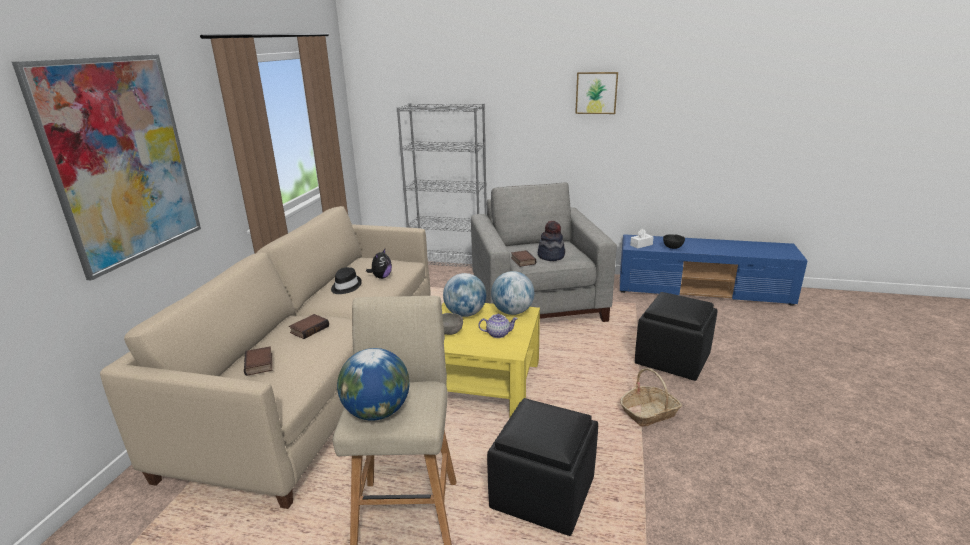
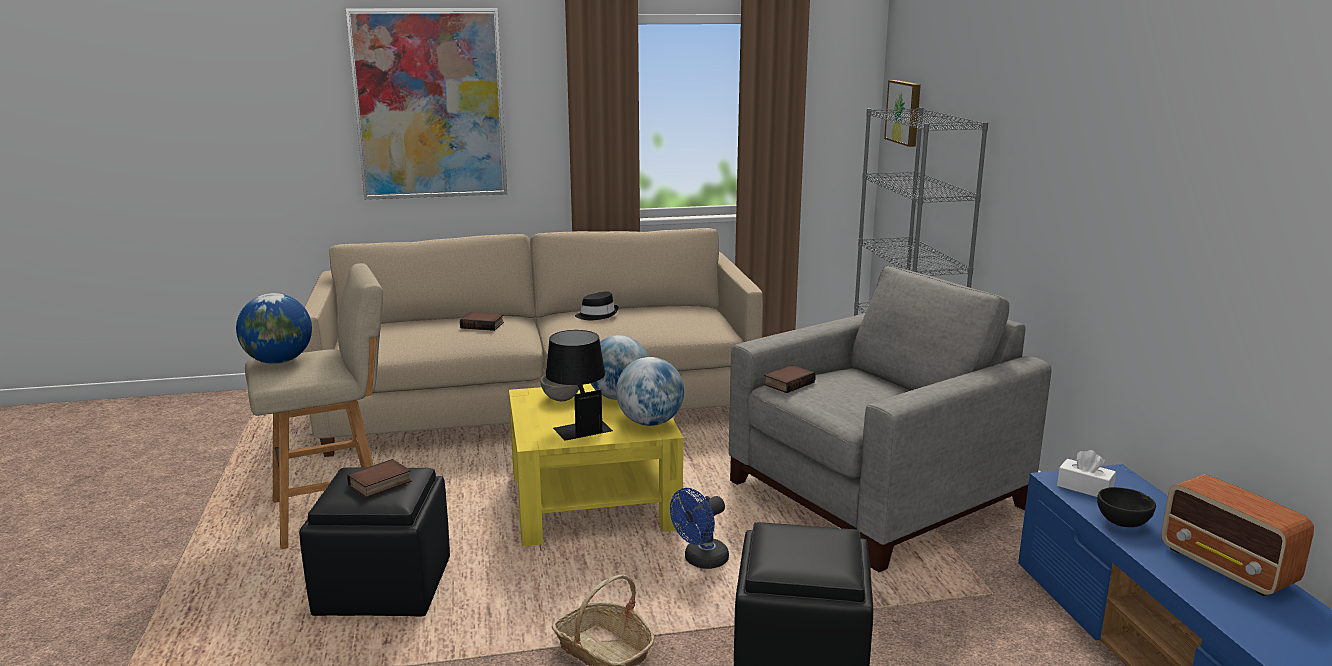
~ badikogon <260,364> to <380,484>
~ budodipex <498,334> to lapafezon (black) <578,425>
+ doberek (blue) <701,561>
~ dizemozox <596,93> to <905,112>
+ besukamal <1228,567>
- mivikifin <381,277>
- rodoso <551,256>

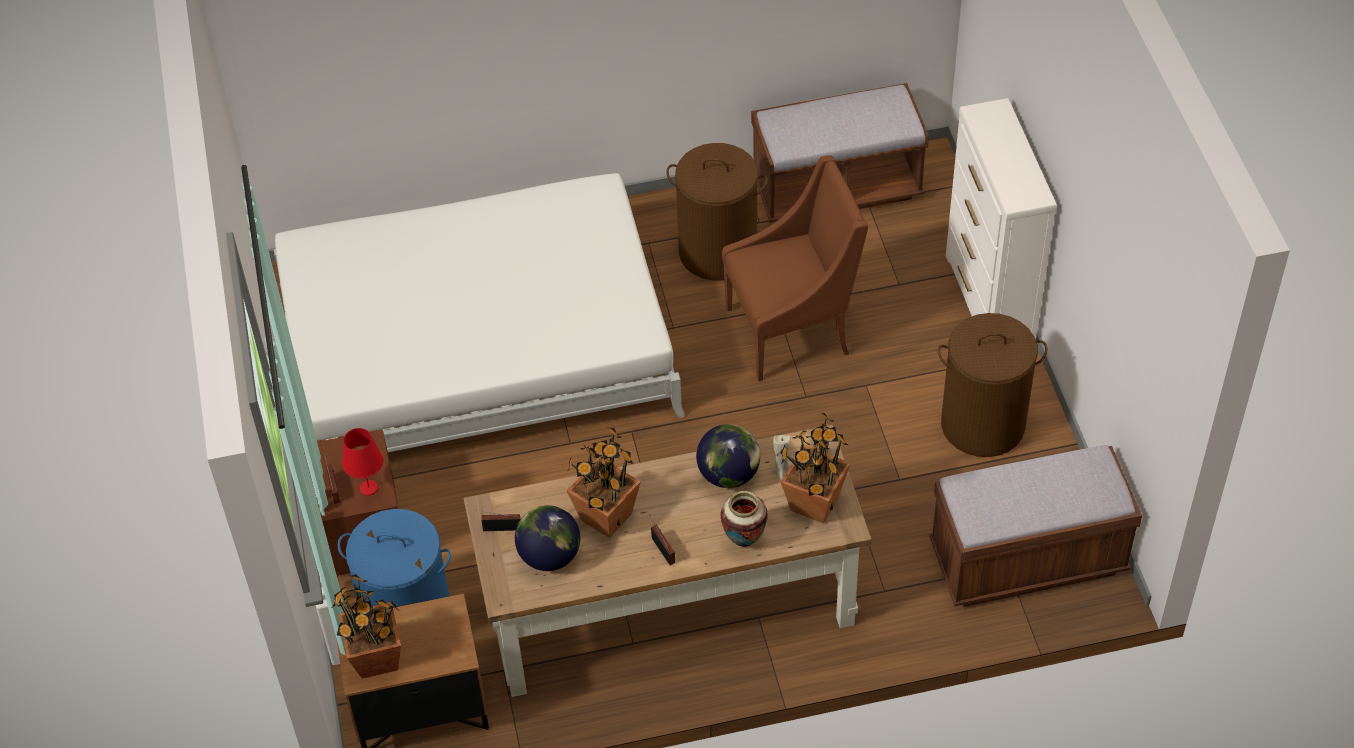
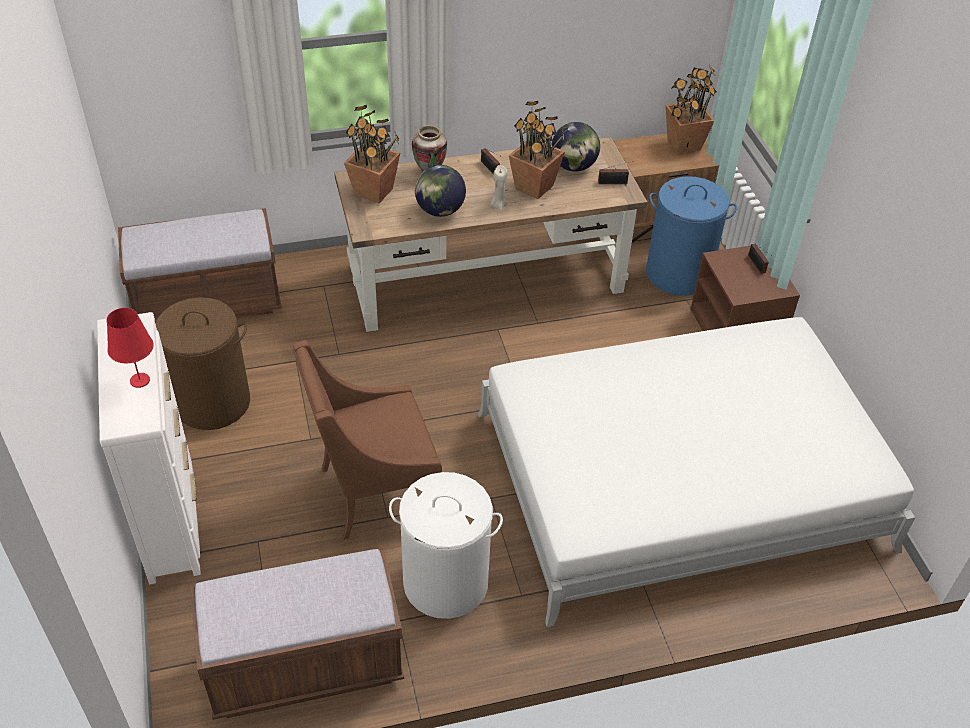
~ lapafezon (red) <368,488> to <140,380>
~ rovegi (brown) <718,252> to rovegi (white) <445,583>
~ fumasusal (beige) <782,471> to <498,205>

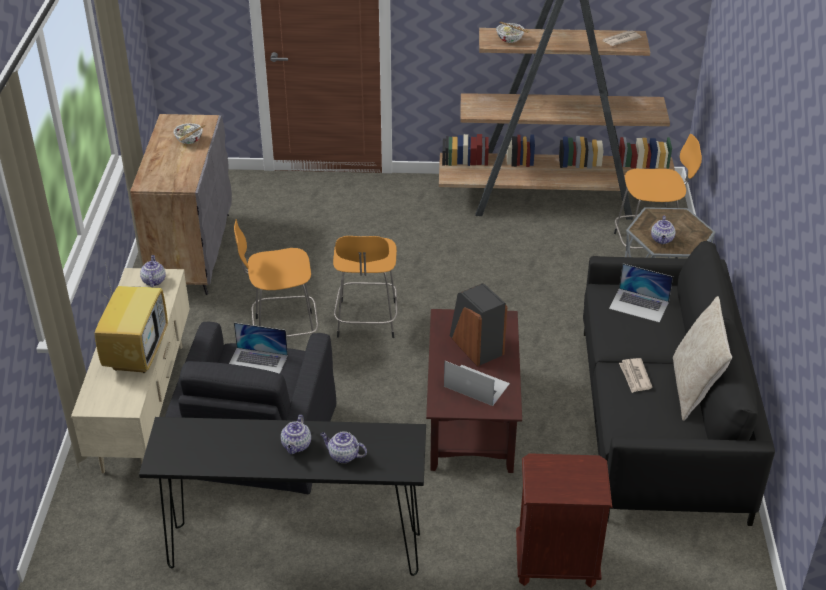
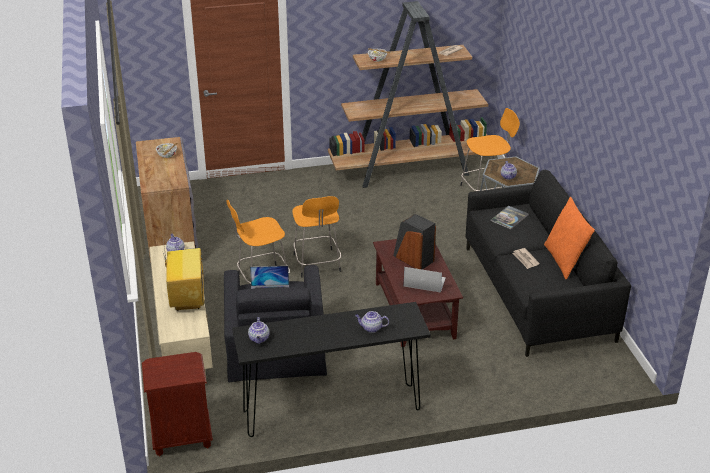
~ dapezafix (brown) <555,564> to <182,438>
~ budodipex <296,446> to <259,339>
~ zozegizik <639,305> to badikogon <509,218>
~ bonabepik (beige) <694,389> to bonabepik (orange) <565,260>

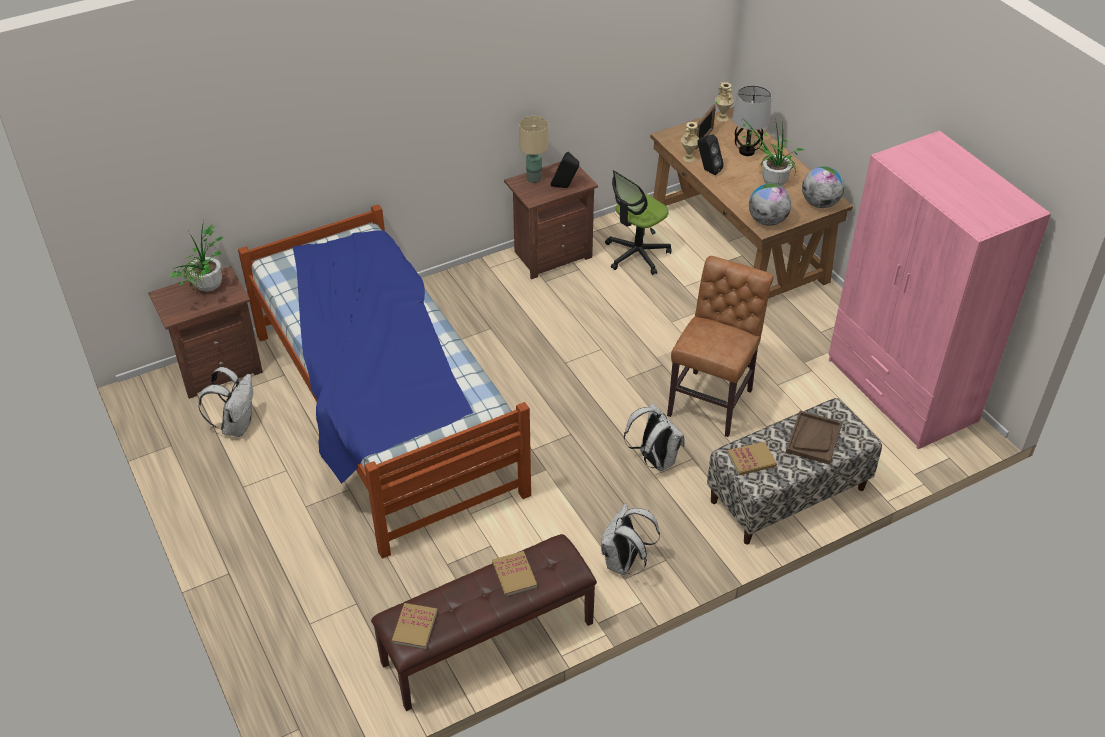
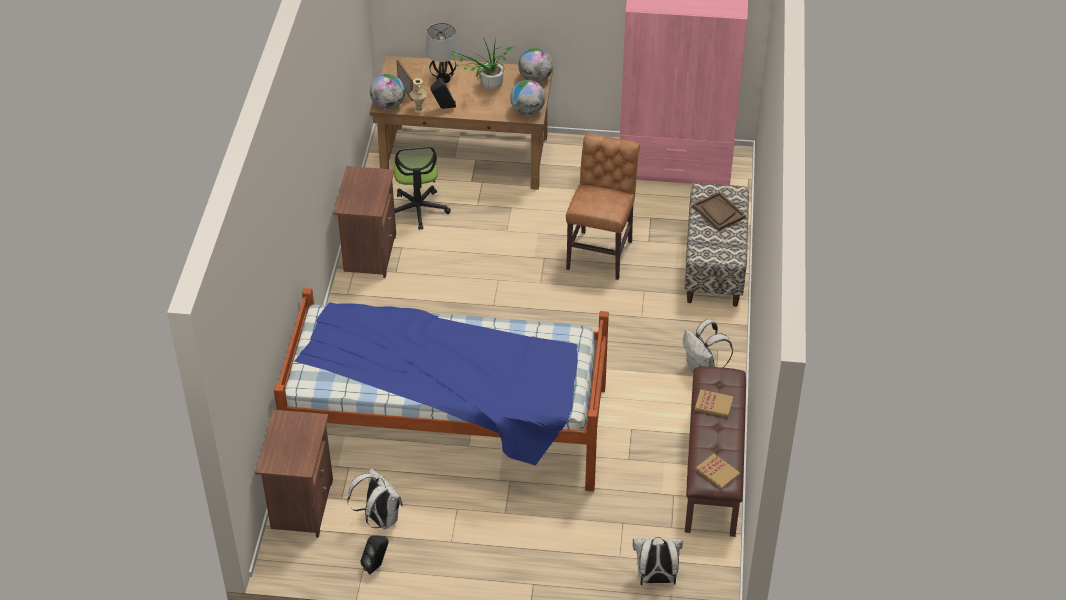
~ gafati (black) <565,187> to <377,566>
+ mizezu <388,105>
~ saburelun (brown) <712,400> = <601,252> 45 degrees clockwise
~ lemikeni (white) <654,460> to <656,579>
- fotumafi <207,291>
- lapafezon (beige) <534,178>
- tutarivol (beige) <722,117>
- badikogon <751,460>

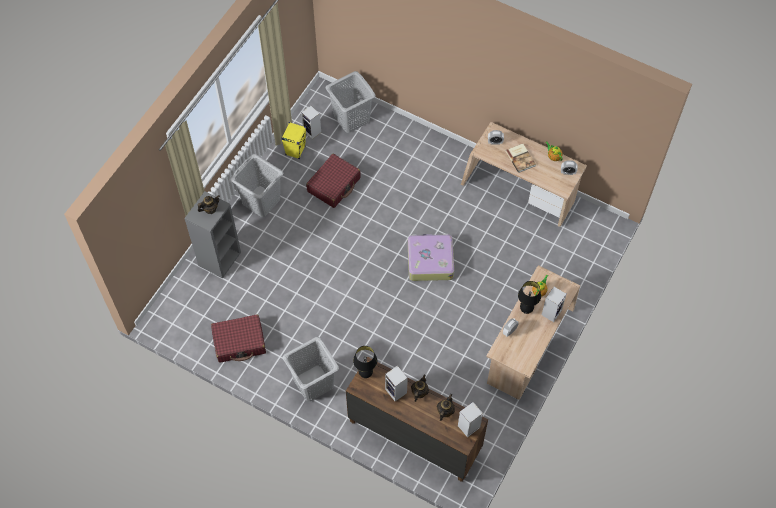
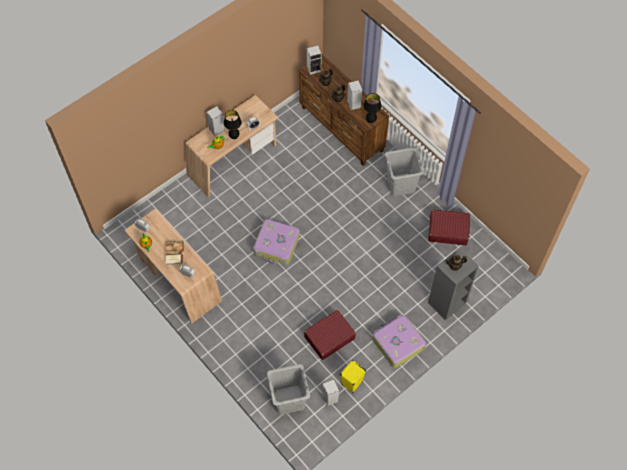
~ rovegi (grey) <261,201> to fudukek <397,343>

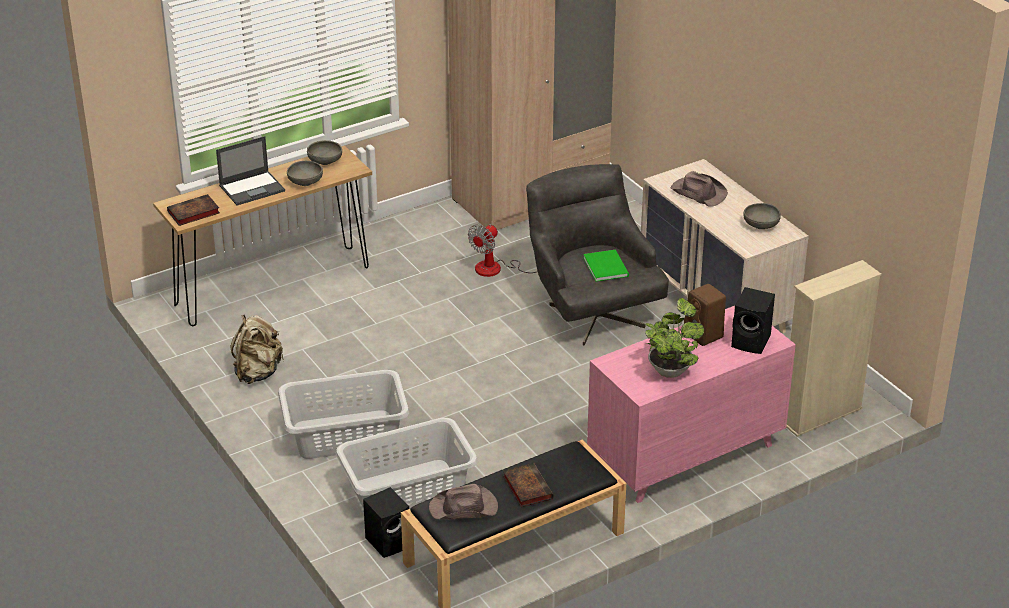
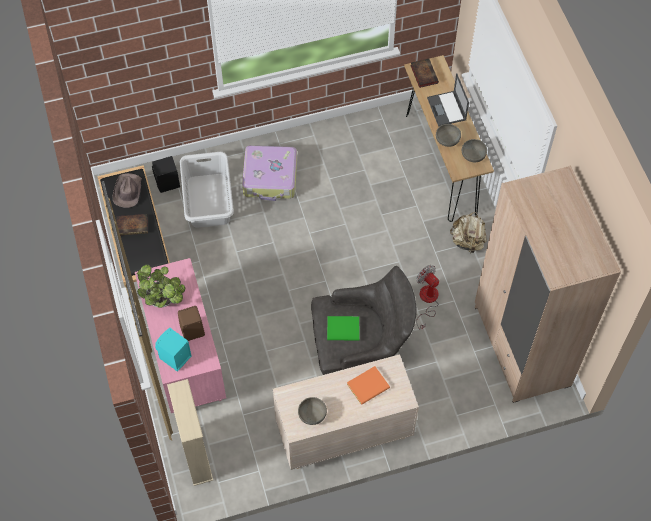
~ gafati (black) <752,342> to gafati (turquoise) <174,358>
~ rovegi (grey) <344,434> to fudukek <270,178>
~ rodoso (brown) <698,192> to badikogon (orange) <369,386>
~ lemikeni (beige) <257,373> to <468,241>

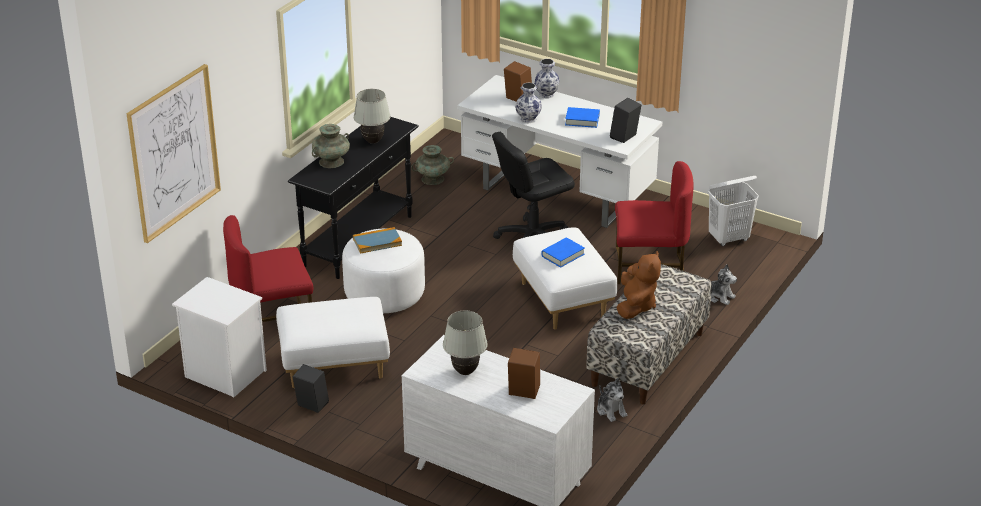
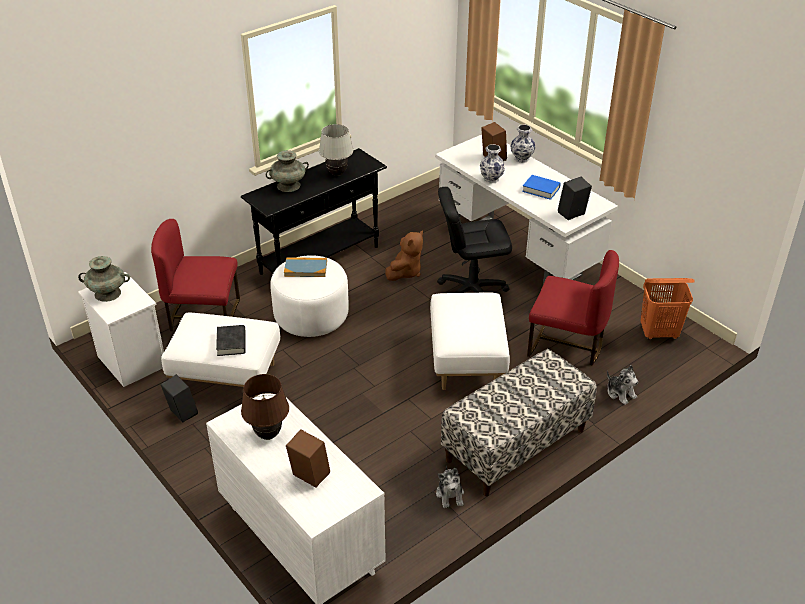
~ tutarivol (turquoise) <433,179> to <108,293>
+ badikogon (black) <231,343>
~ lapafezon (white) <465,372> to lapafezon (brown) <268,435>
~ mivikifin (brown) <636,306> to <405,272>
~ rovegi (white) <729,239> to rovegi (orange) <659,333>
- dizemozox <174,153>
- badikogon (blue) <562,255>

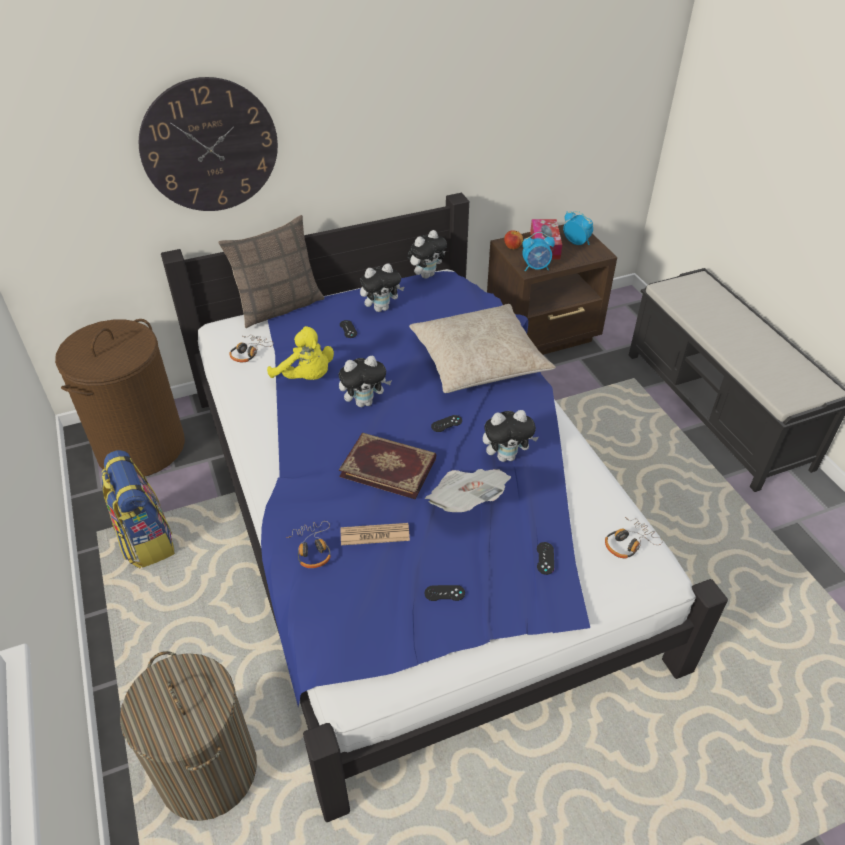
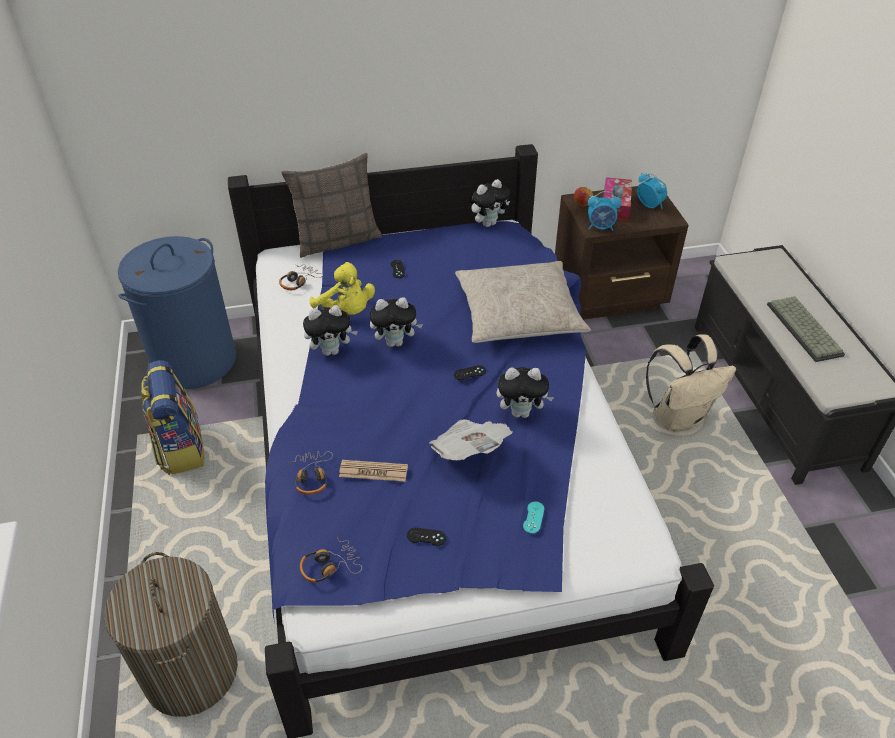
~ rovegi (brown) <141,447> to rovegi (blue) <194,360>
~ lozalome <628,543> to <329,566>
~ mivikifin <381,308> to <332,350>
~ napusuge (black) <545,558> to napusuge (turquoise) <533,517>
+ lemikeni (beige) <678,417>
+ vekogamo <806,330>
- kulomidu <209,146>
- badikogon <388,466>

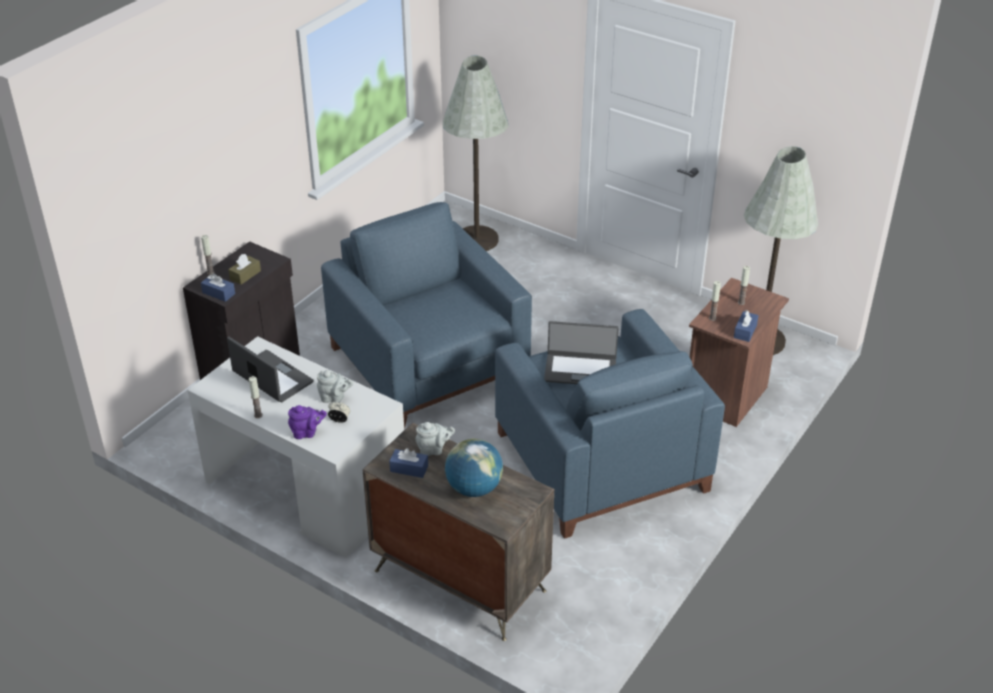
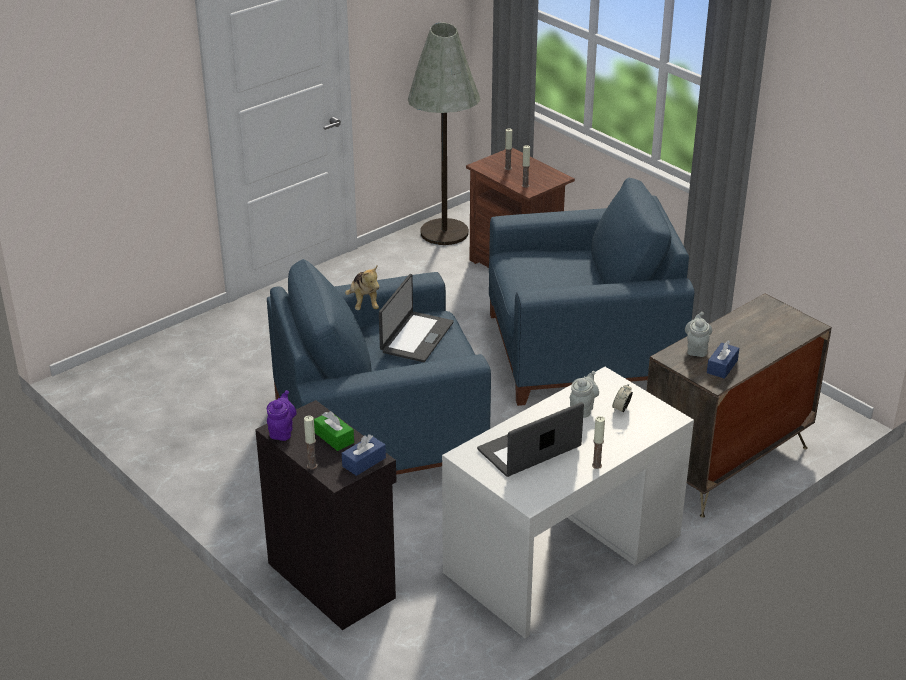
~ budodipex (purple) <307,433> to <282,431>
~ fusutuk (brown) <245,275> to fusutuk (green) <334,437>
+ mivikifin <364,303>
~ zozegizik <580,370> to <416,337>
- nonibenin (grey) <476,240>
- mizezu <474,488>
- fusutuk (blue) <745,331>

